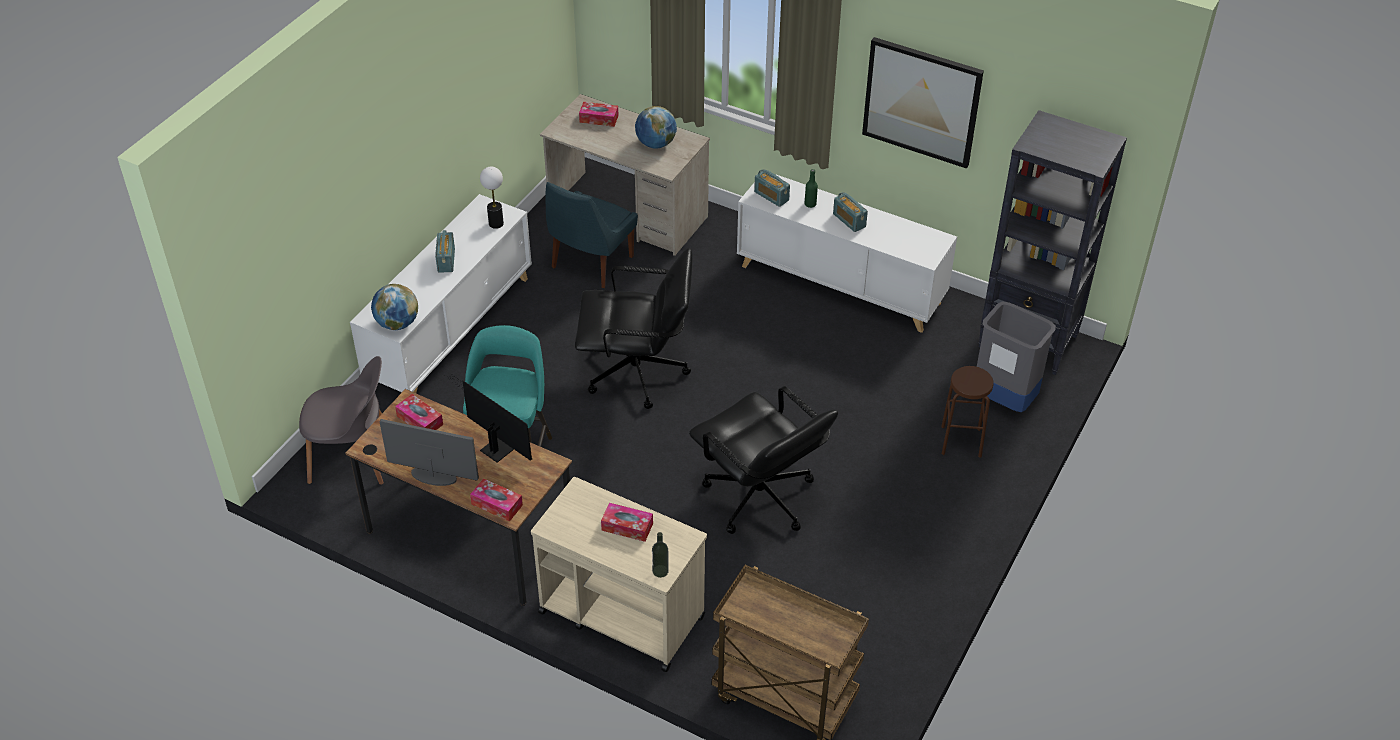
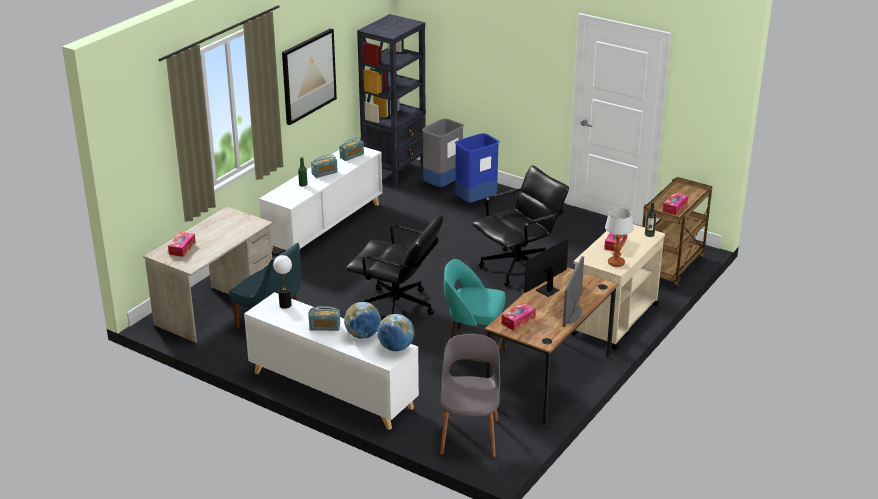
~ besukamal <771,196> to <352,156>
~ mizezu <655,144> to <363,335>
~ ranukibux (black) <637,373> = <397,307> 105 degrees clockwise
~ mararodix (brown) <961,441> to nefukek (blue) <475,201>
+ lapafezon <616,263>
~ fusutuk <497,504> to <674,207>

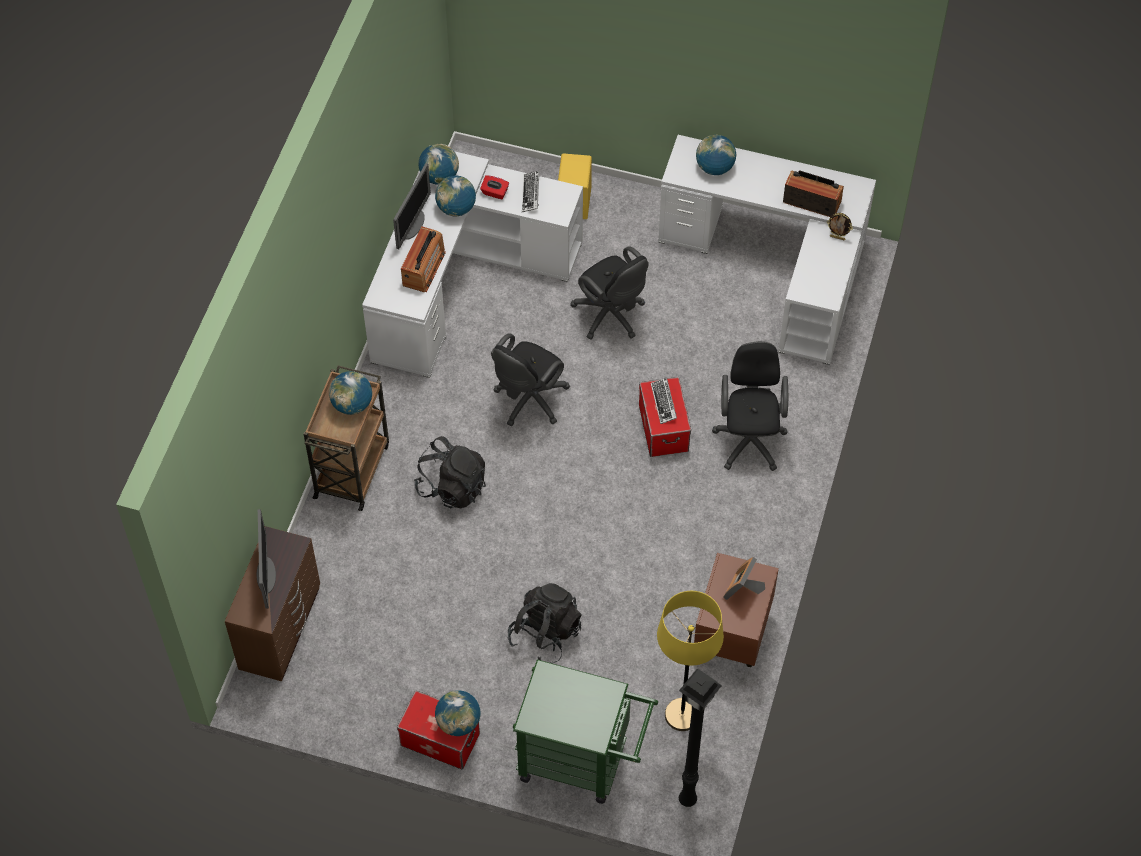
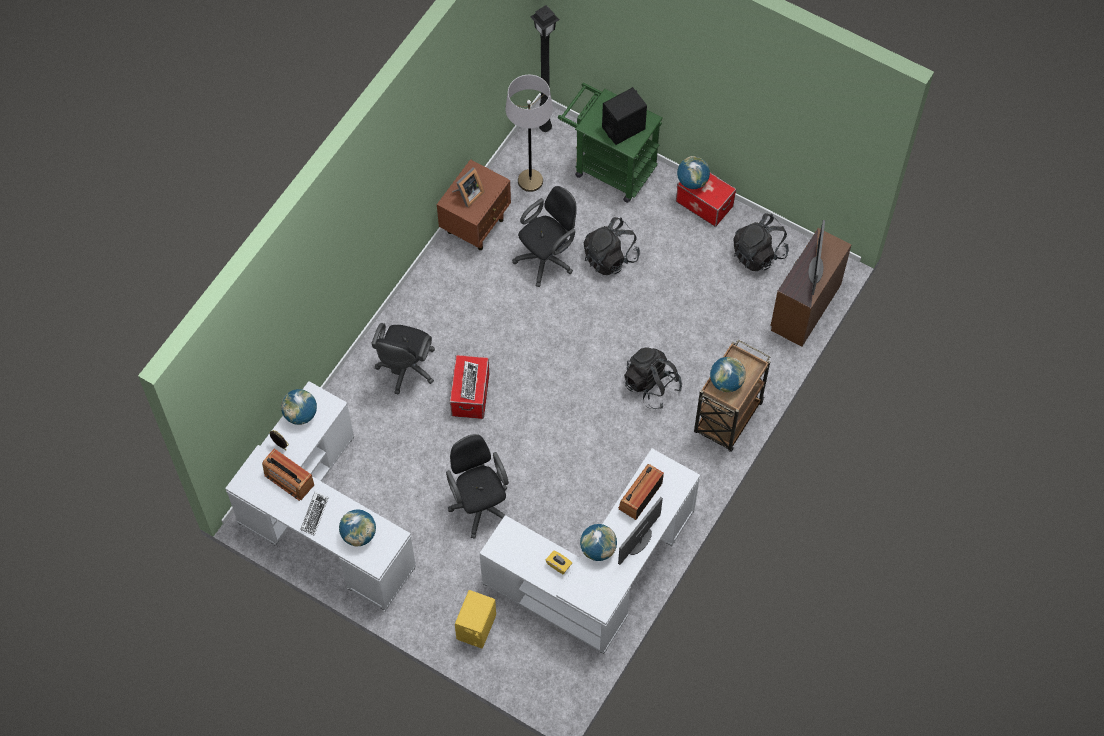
~ mizezu <439,177> to <301,414>
~ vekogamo <531,193> to <314,514>
~ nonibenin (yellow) <682,715> to nonibenin (grey) <530,181>
~ ranukibux (black) <528,401> to <547,258>
~ fusutuk (red) <494,192> to fusutuk (yellow) <559,565>
+ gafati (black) <623,128>
+ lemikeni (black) <758,253>

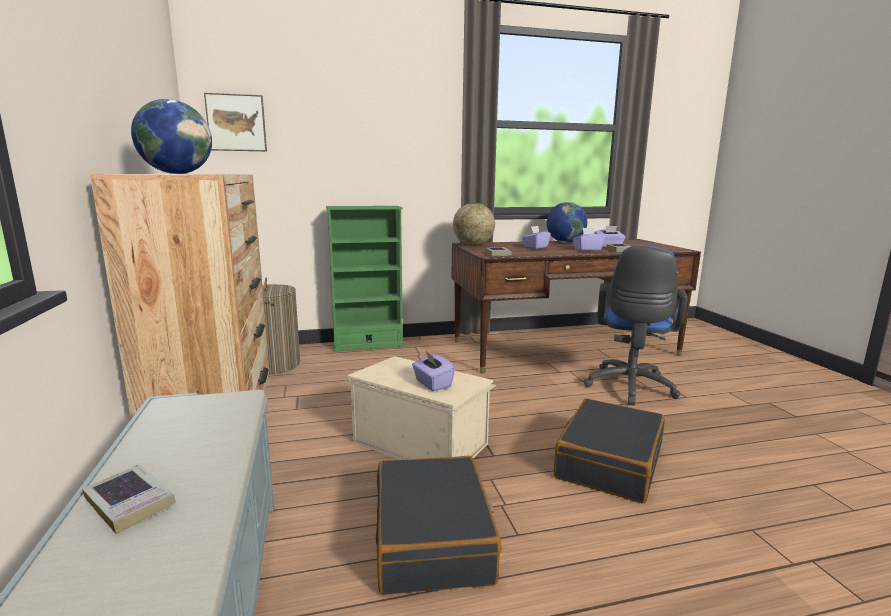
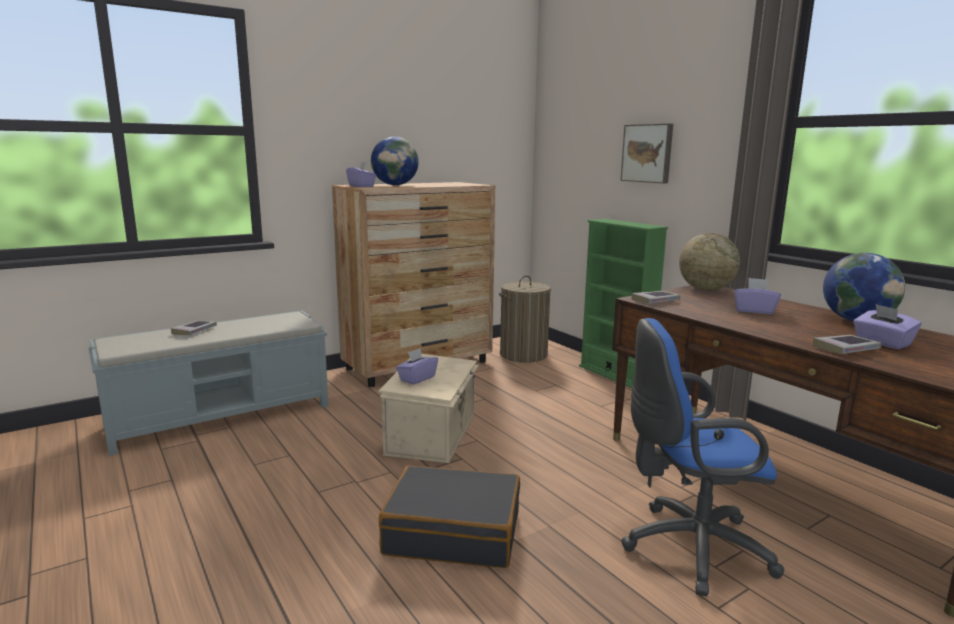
~ fusutuk (purple) <587,249> to <361,186>
~ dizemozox <236,123> to <648,153>
- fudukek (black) <433,538>

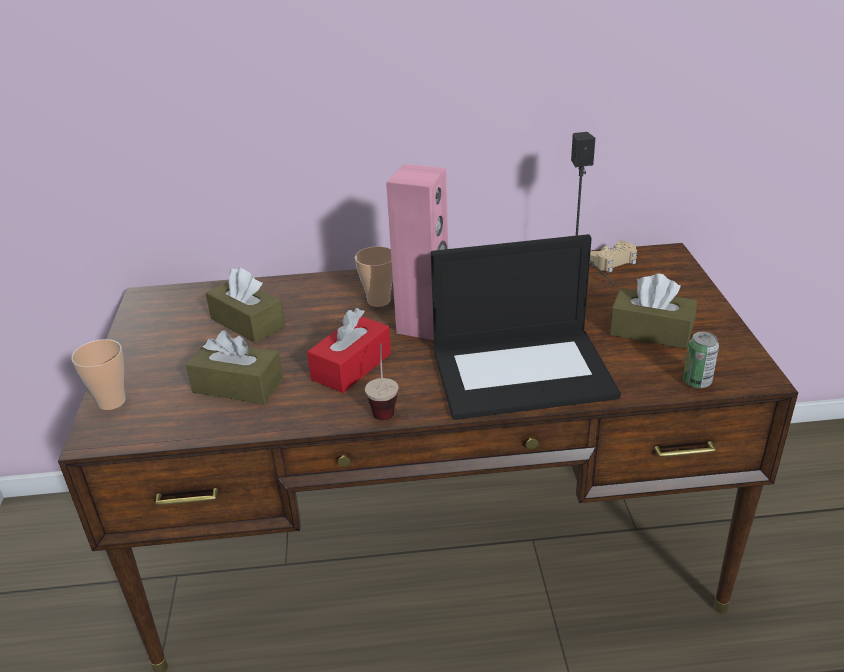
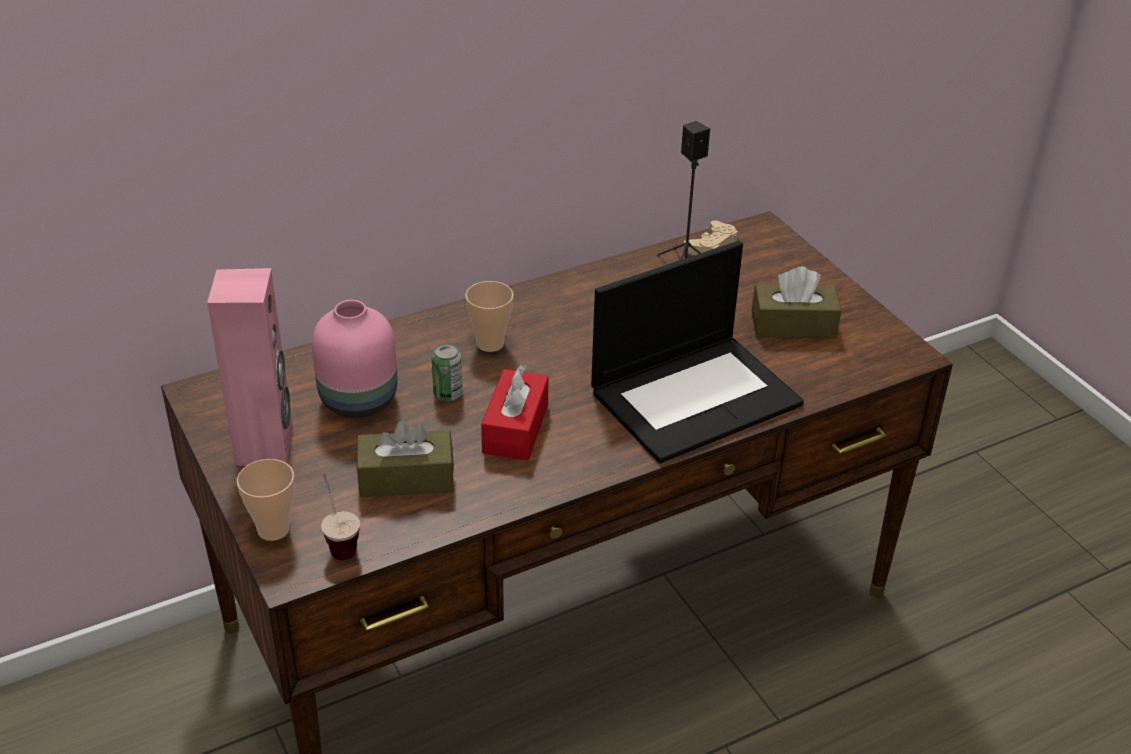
~ gafati (pink) <424,325> to <266,447>
~ fusutuk (brown) <247,322> to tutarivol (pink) <356,401>
~ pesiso <383,405> to <339,541>
~ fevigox <697,382> to <448,394>

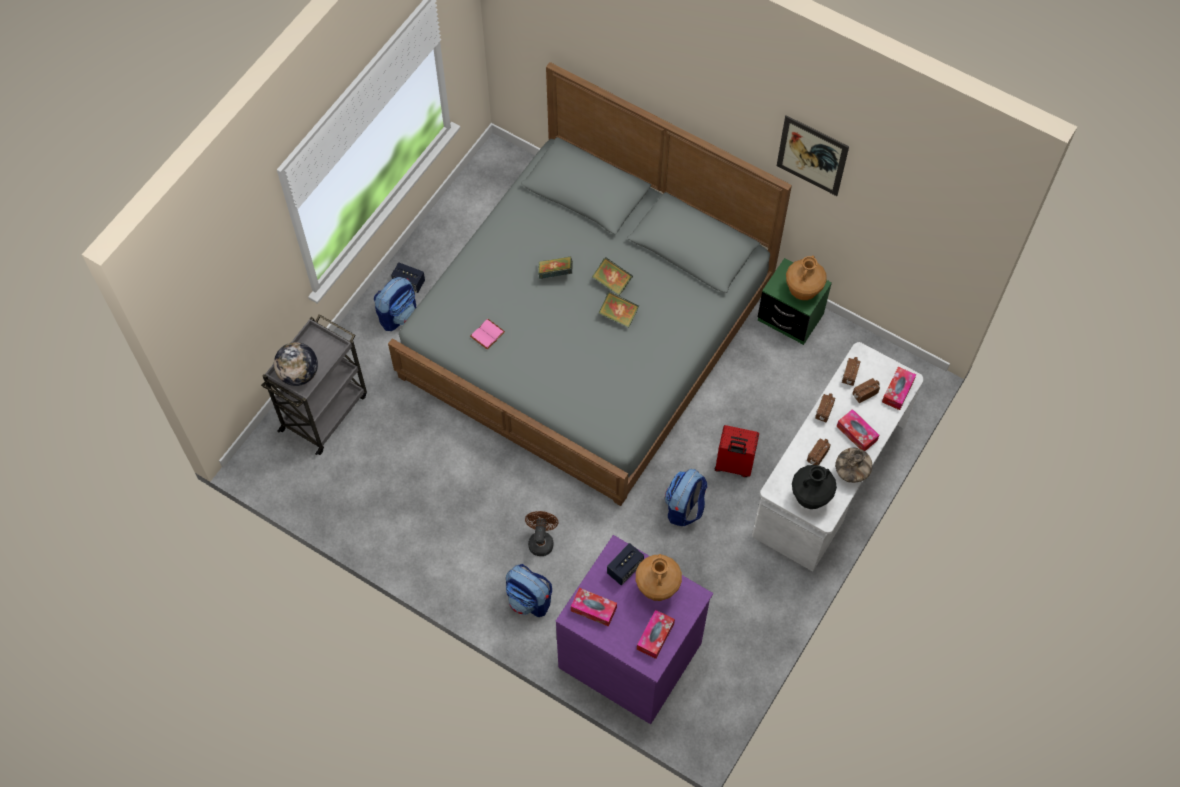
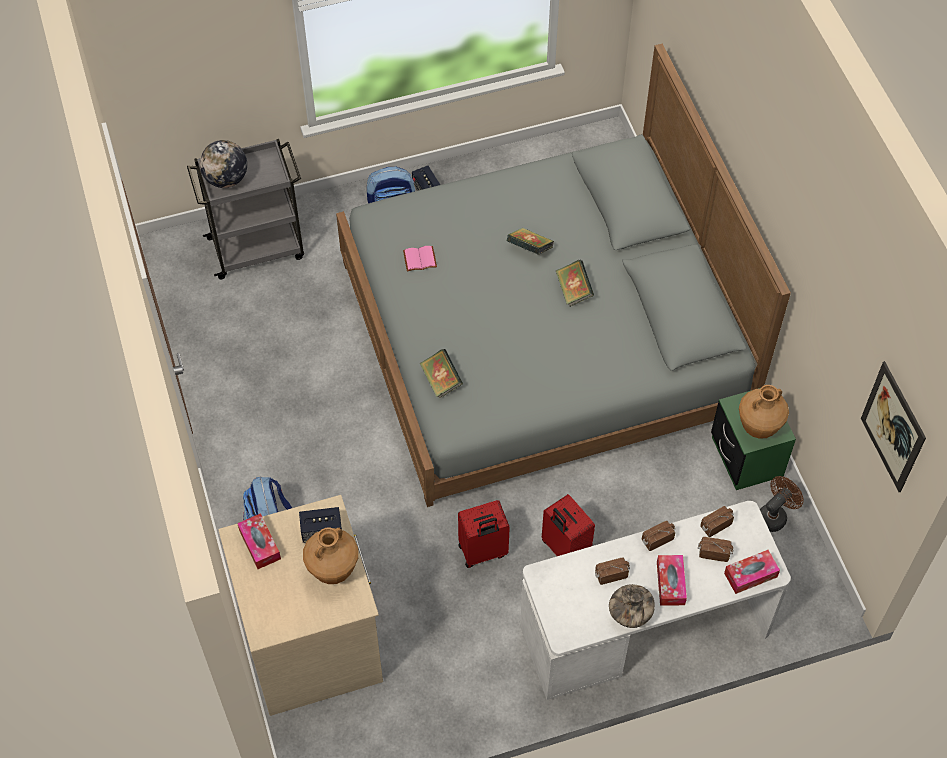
~ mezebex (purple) <631,653> to mezebex (beige) <313,641>
~ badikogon <618,315> to <441,381>
~ lemikeni <684,508> to fudukek (red) <483,552>
~ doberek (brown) <541,540> to <774,515>
~ dizemozox <812,155> to <893,427>
- fusutuk <655,636>
- tutarivol (black) <810,497>

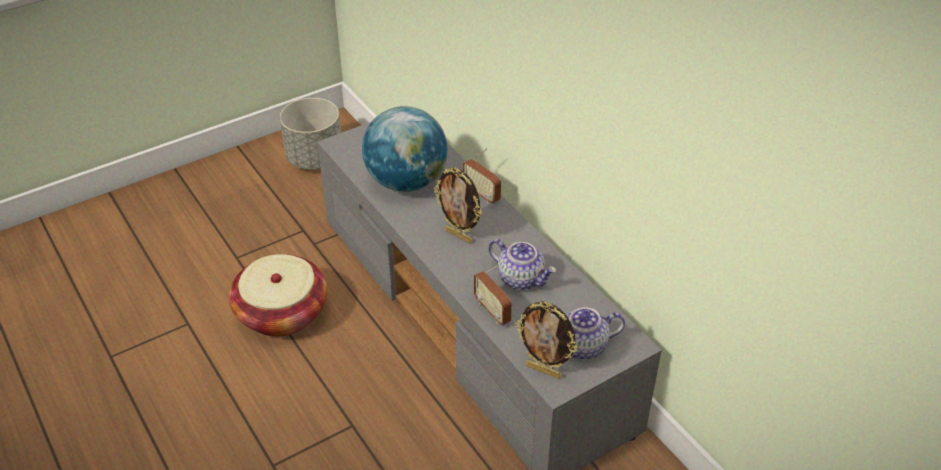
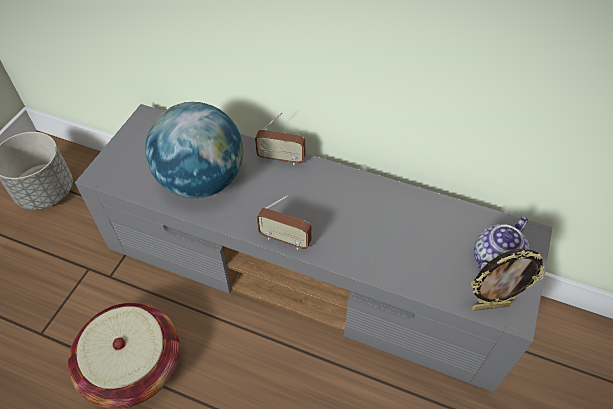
~ besukamal <492,311> to <285,239>
- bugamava <459,236>
- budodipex <521,278>

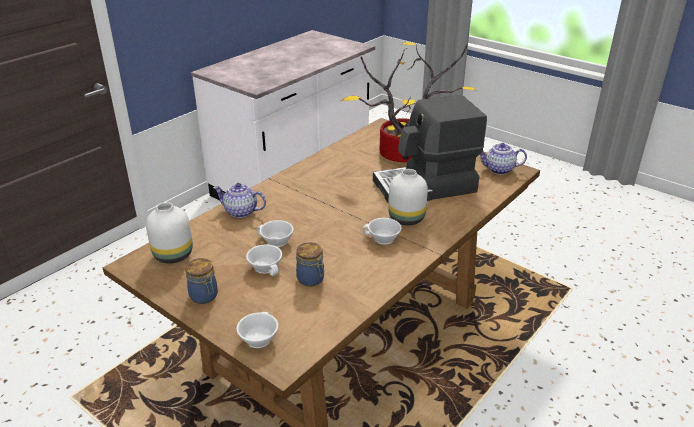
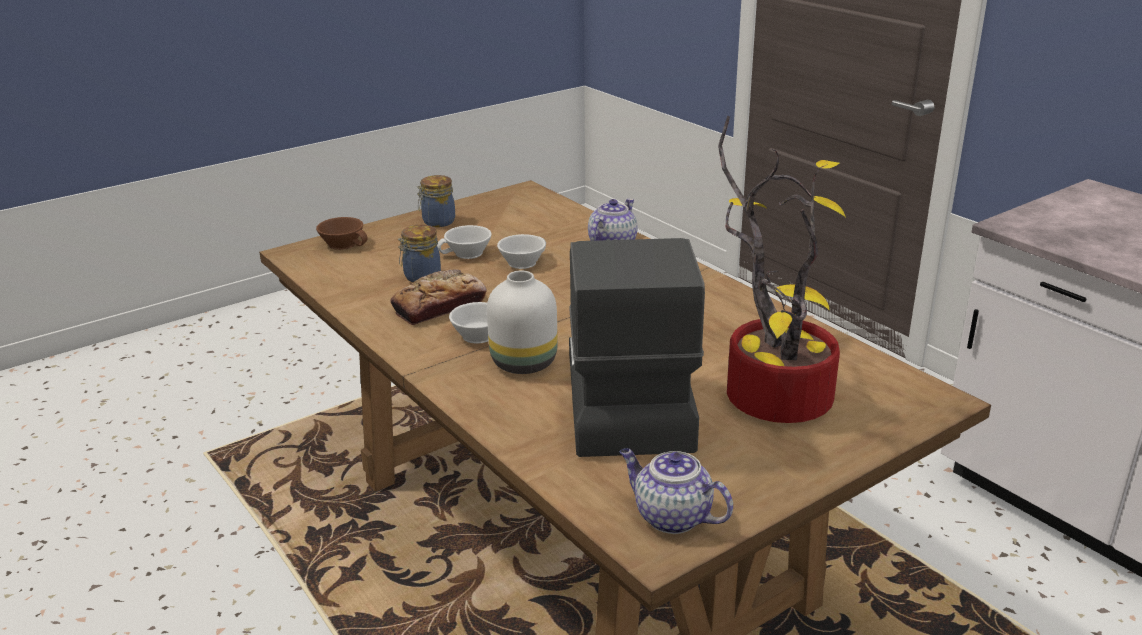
~ pesiso (white) <257,338> to pesiso (brown) <344,243>
+ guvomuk <439,306>
~ budodipex <498,169> = <671,517> 75 degrees counterclockwise
- tutarivol (white) <172,255>

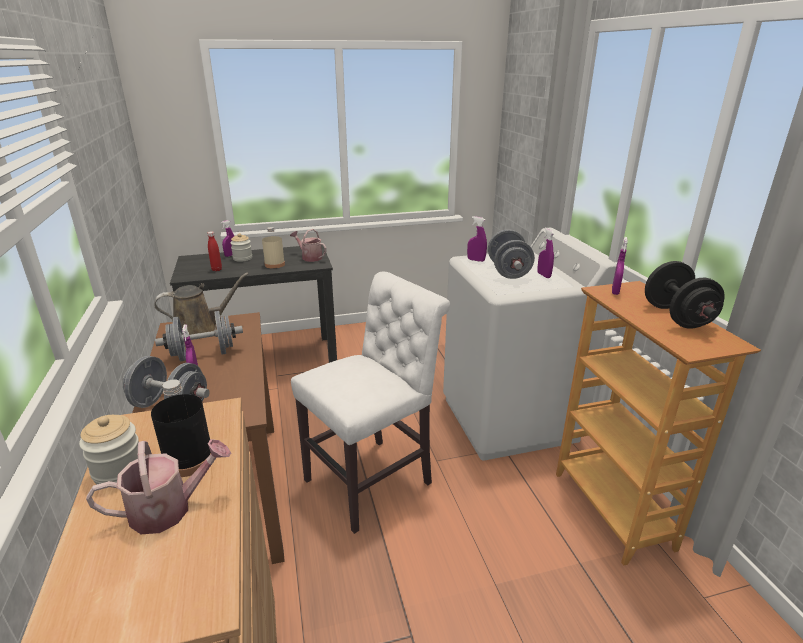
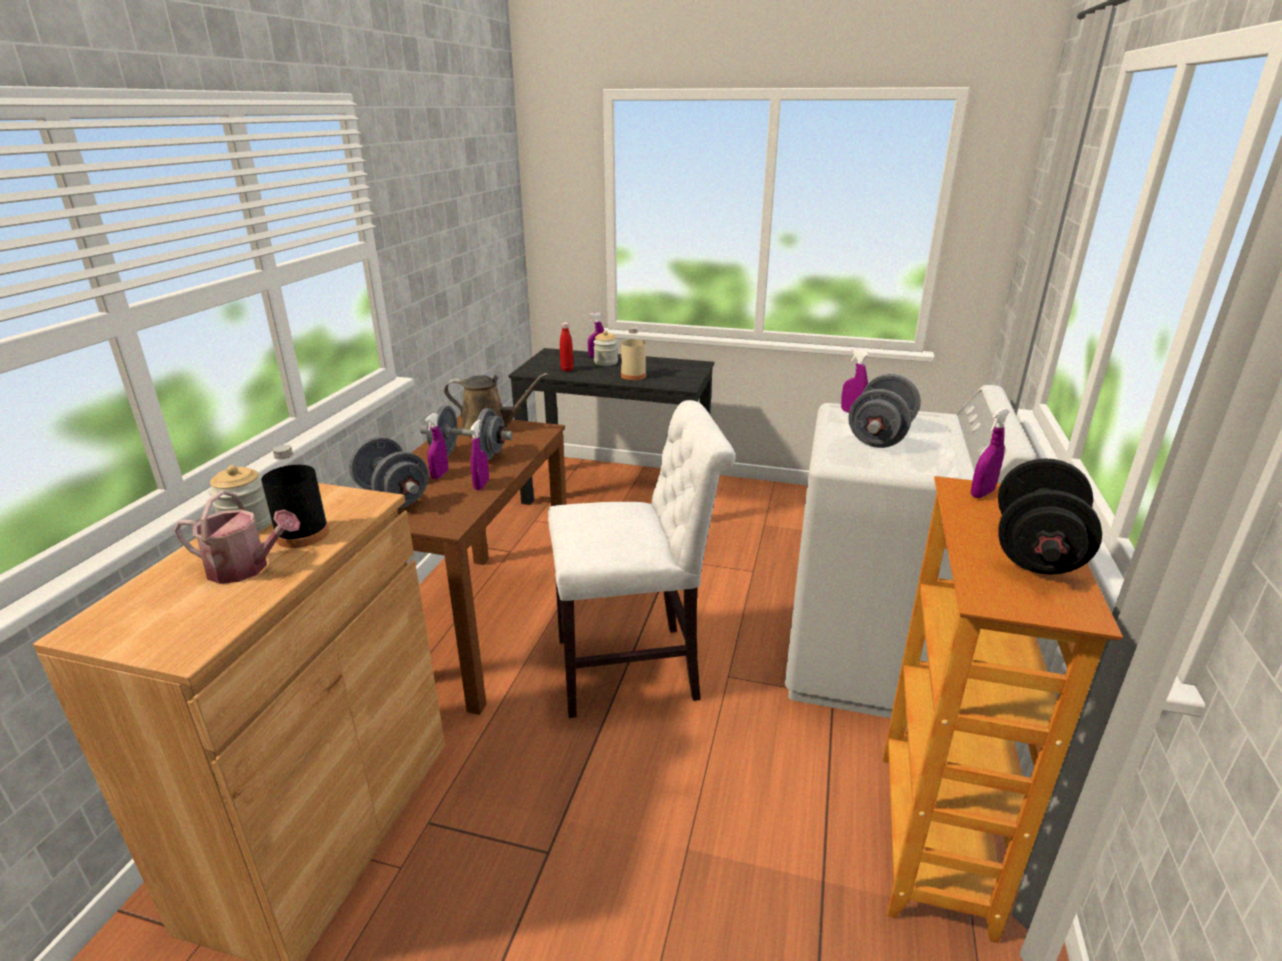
~ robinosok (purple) <543,275> to <481,485>
- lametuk <310,257>

